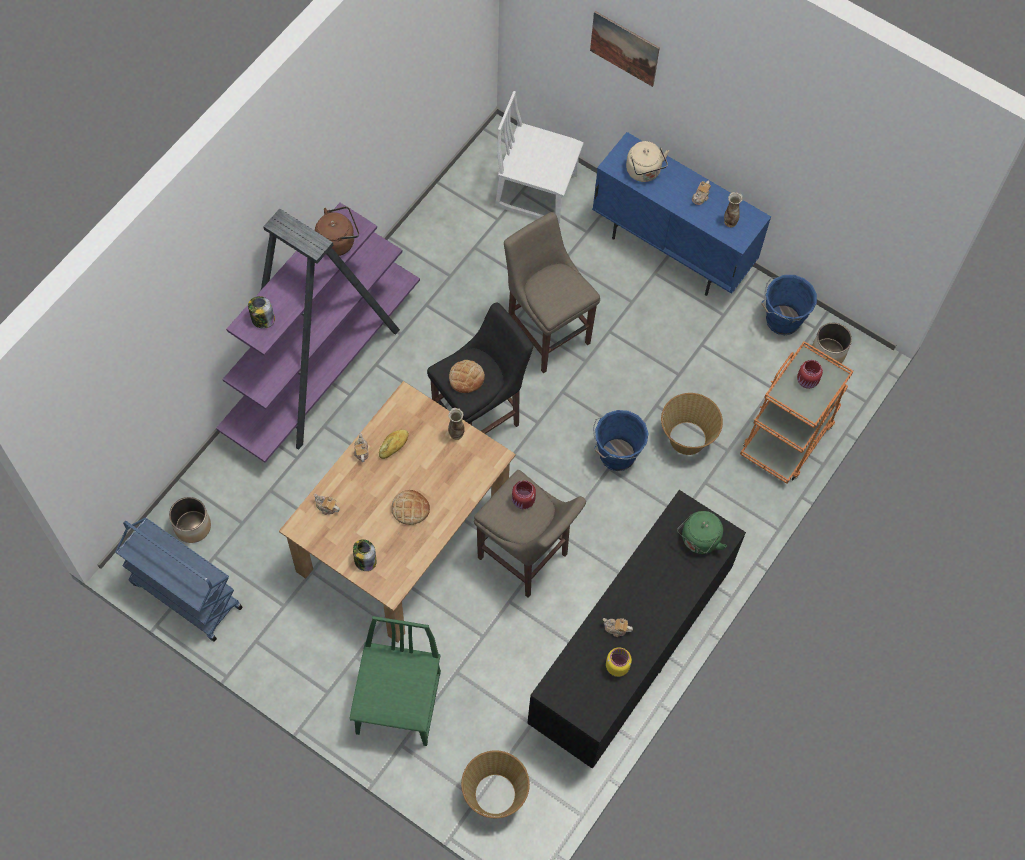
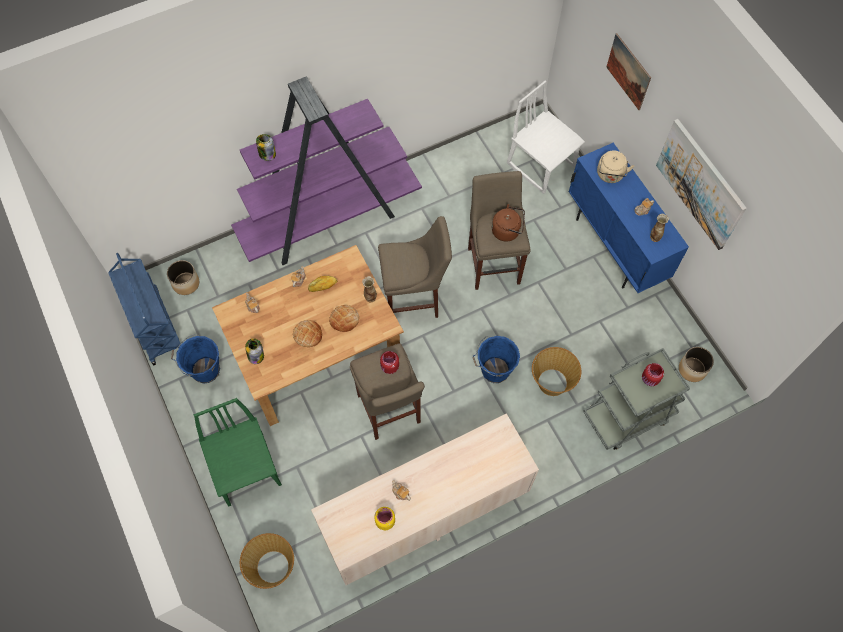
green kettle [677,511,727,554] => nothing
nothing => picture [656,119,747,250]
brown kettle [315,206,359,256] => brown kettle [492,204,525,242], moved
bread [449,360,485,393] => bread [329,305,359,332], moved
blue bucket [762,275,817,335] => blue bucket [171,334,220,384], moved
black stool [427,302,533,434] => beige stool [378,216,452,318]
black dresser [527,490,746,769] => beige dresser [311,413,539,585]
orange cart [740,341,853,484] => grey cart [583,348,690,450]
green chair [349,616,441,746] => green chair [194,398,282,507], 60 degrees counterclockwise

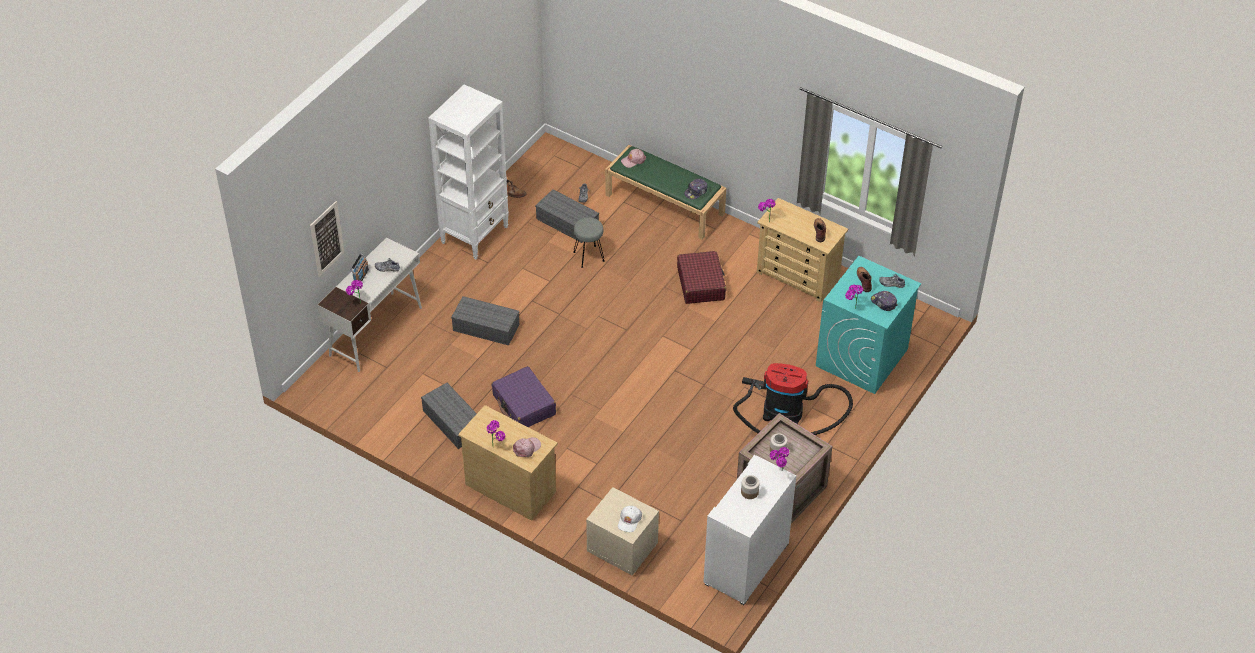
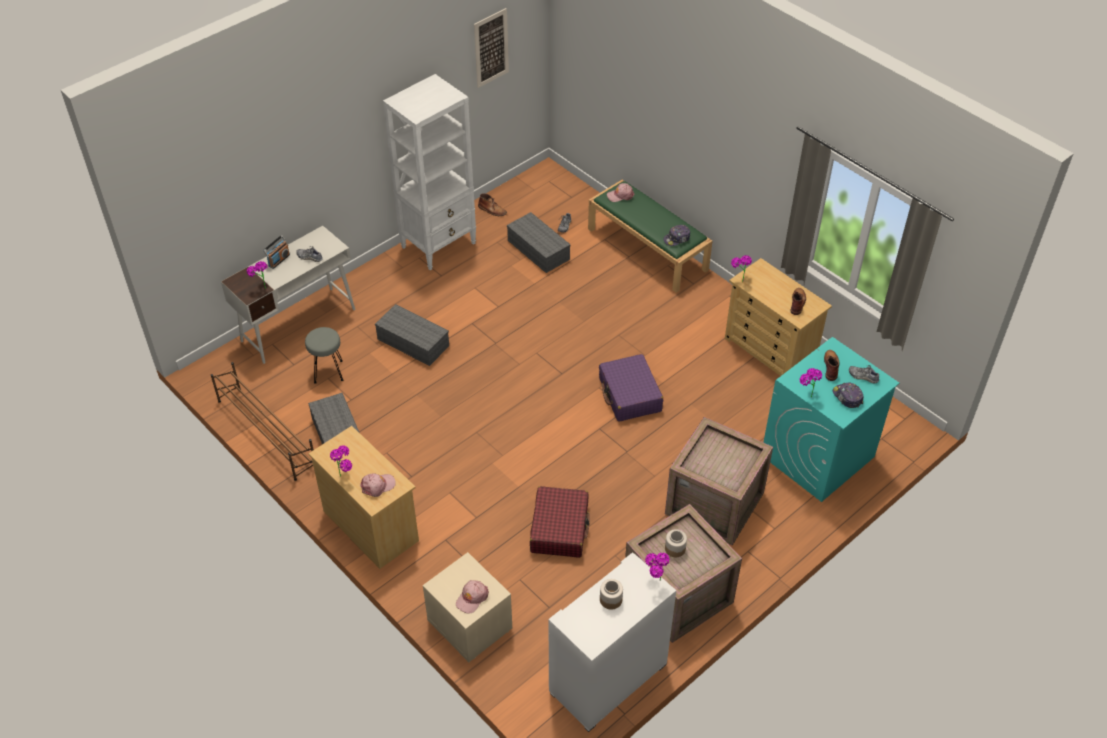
nothing => brown shoe rack [211,362,314,481]
picture [310,201,345,277] => picture [474,8,509,88], moved
purple suitcase [492,366,556,427] => purple suitcase [599,354,663,422], moved
grey stool [573,217,605,268] => grey stool [305,327,343,384], moved
red suitcase [677,251,726,304] => red suitcase [530,486,590,558], moved
vacuum cleaner [733,363,853,435] => crate [665,417,773,546]
white cap [618,506,642,532] => pink cap [456,580,489,613]

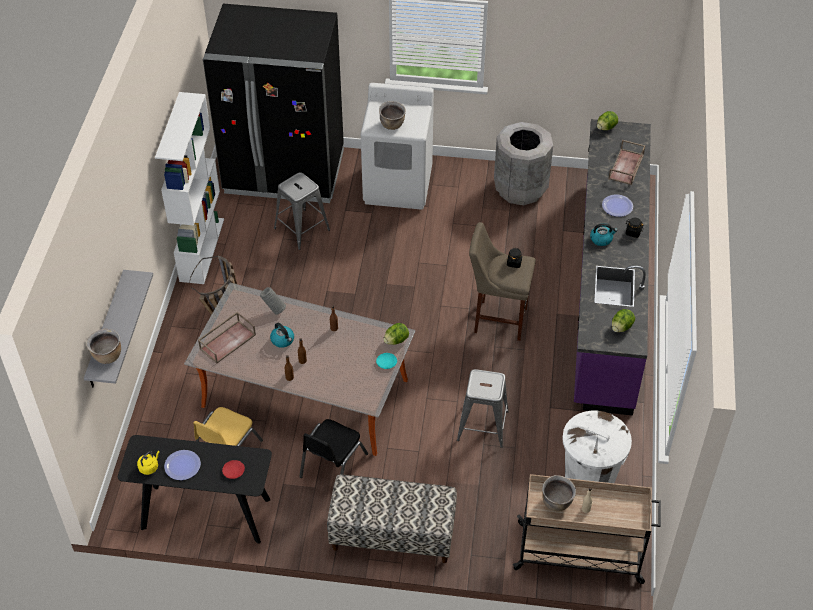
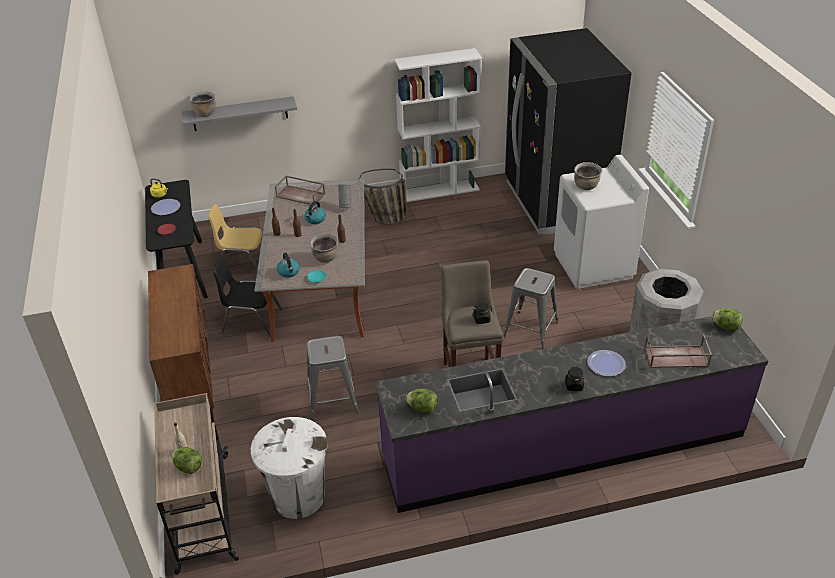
grey stool [274,172,330,250] => grey stool [503,268,558,349], moved
lettuce [383,323,409,345] => lettuce [172,447,202,474], moved
brown cooking pot [542,475,576,512] => brown cooking pot [310,233,339,263], moved
kettle [590,223,618,246] => kettle [277,253,300,277], moved
bench [327,475,457,563] => brown cabinet [148,264,214,418]

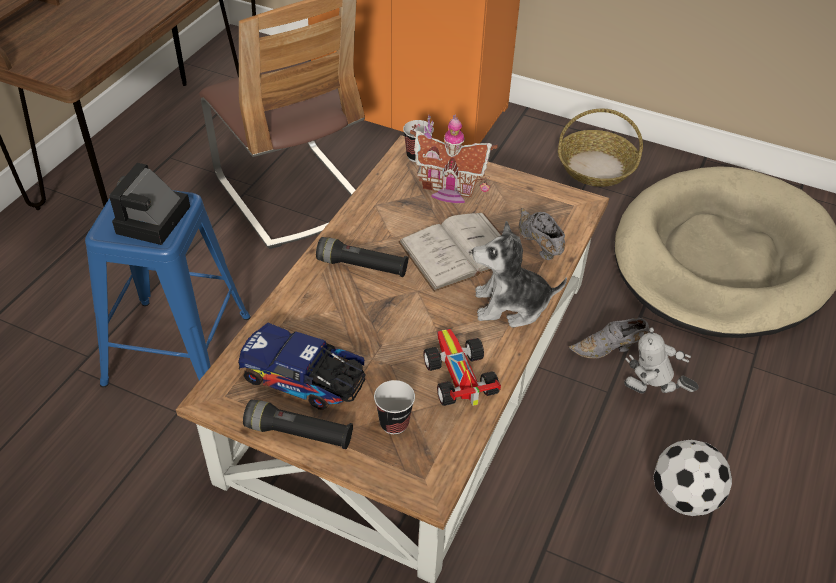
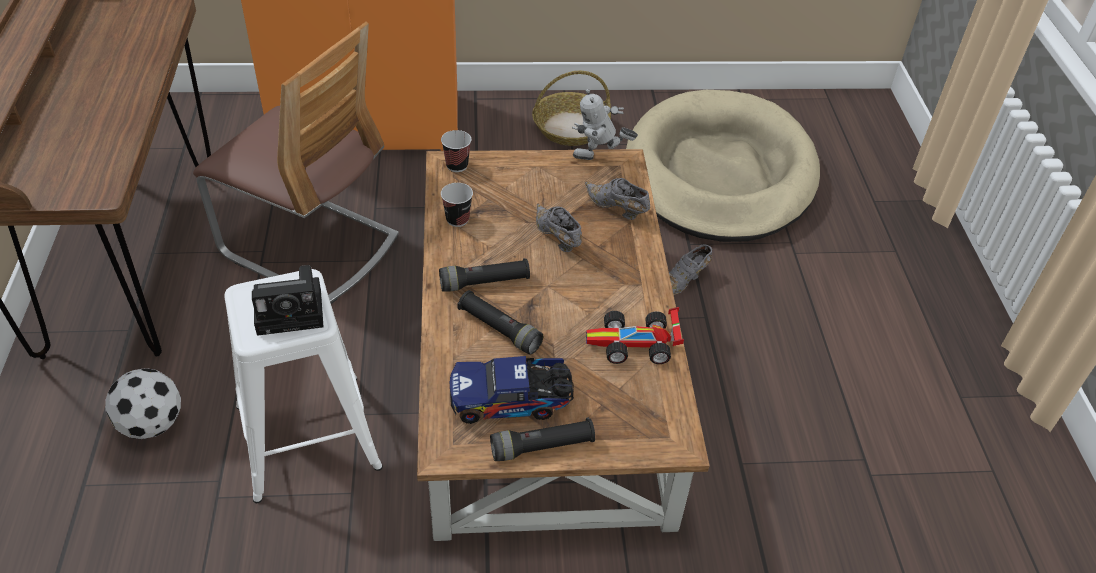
toy house [410,114,498,203] => nothing
plush toy [472,221,567,328] => nothing
nothing => black flashlight [457,290,543,354]
cup [374,380,415,434] => cup [441,183,473,227], moved
toy robot [624,328,699,393] => toy robot [572,89,638,160], moved
football [653,440,732,516] => football [105,368,181,439], moved
white book [398,213,523,292] => grey shoe [536,204,582,252]
blue stool [85,190,251,388] => white stool [224,269,383,503]
photo camera [109,163,190,245] => photo camera [252,265,324,336], 90 degrees counterclockwise
toy car [423,329,501,406] => toy car [586,307,684,364], 45 degrees counterclockwise

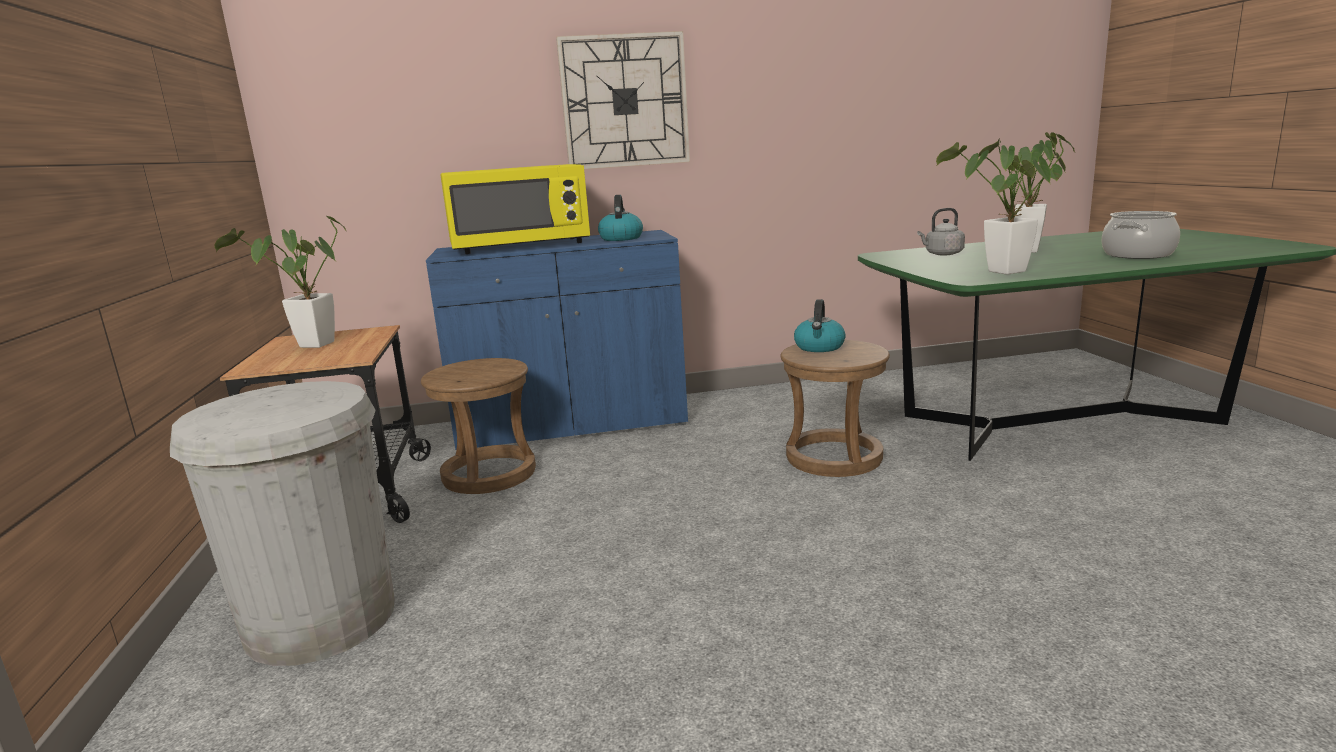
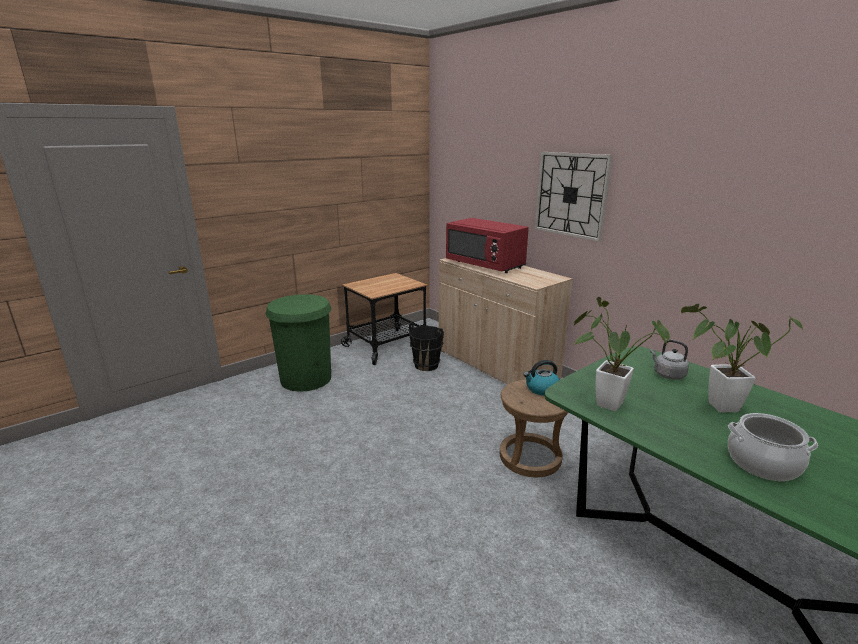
potted plant [214,216,346,348] => nothing
kettle [598,195,643,241] => nothing
brown stool [421,358,536,494] => black bucket [409,321,444,371]
white trash can [170,381,395,666] => green trash can [265,294,331,392]
blue cabinet [426,230,688,450] => beige cabinet [439,258,573,385]
yellow microwave [440,164,590,254] => red microwave [446,218,529,273]

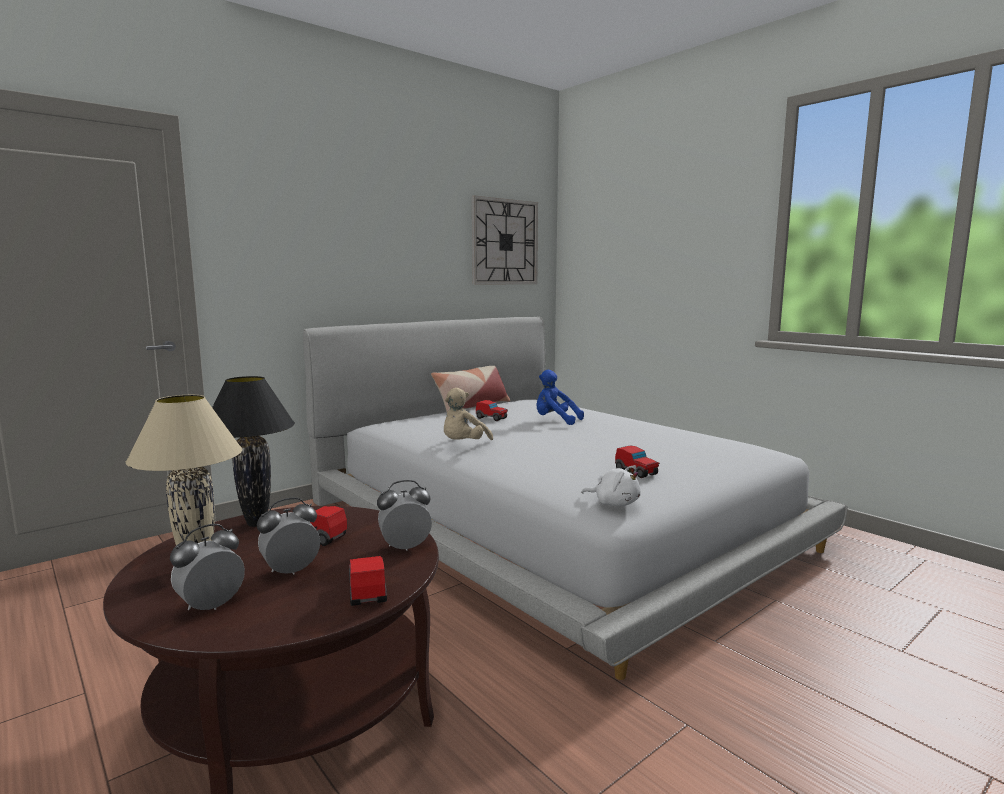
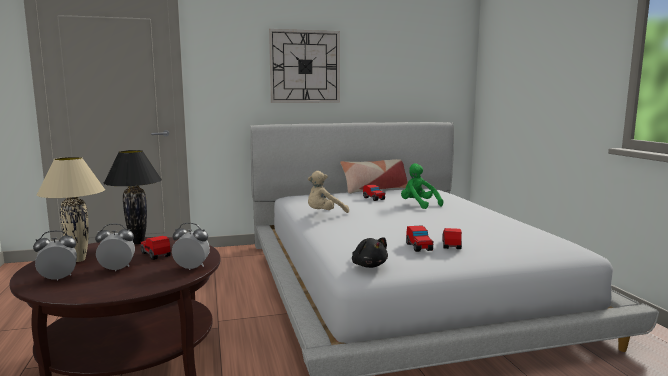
toy car [349,556,387,606] => toy car [442,228,462,249], moved
wall clock [472,196,538,285] => wall clock [269,29,340,103], moved
blue plush toy [536,370,584,425] => green plush toy [401,163,443,209]
white plush toy [582,465,641,506] => black plush toy [352,237,388,268]

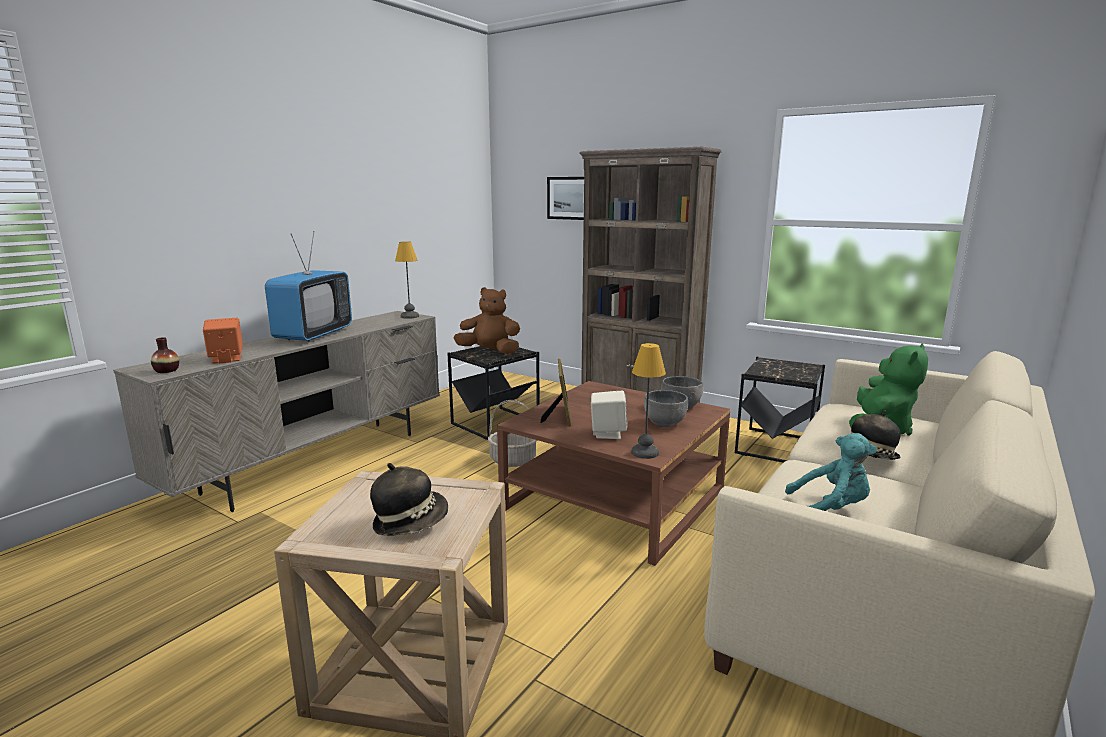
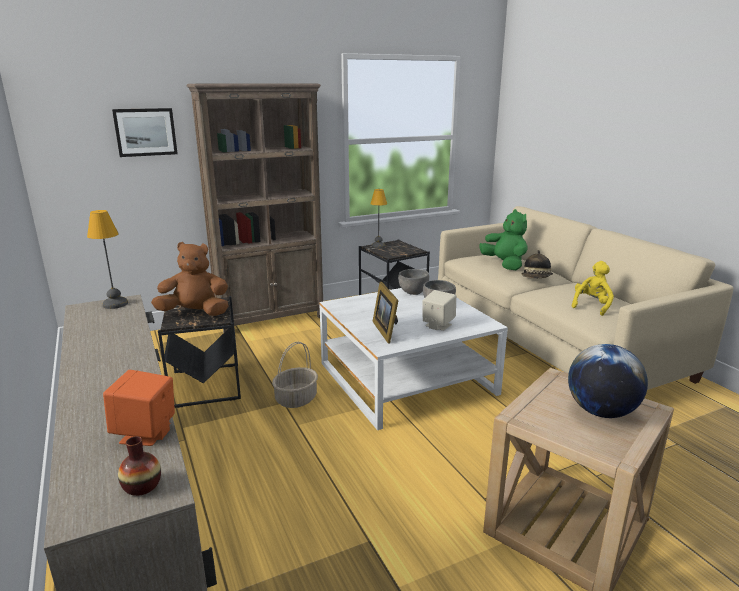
television [265,231,352,342] => nothing
table lamp [631,343,666,459] => table lamp [371,189,387,248], moved
hat [370,463,448,536] => globe [568,344,648,418]
brown coffee table [497,381,731,566] => white coffee table [319,288,508,430]
turquoise plush toy [785,433,877,511] => yellow plush toy [572,261,614,316]
brown plush toy [454,287,520,354] => brown plush toy [151,242,229,316], 45 degrees clockwise
picture frame [540,359,571,427] => picture frame [372,282,399,344], 135 degrees counterclockwise

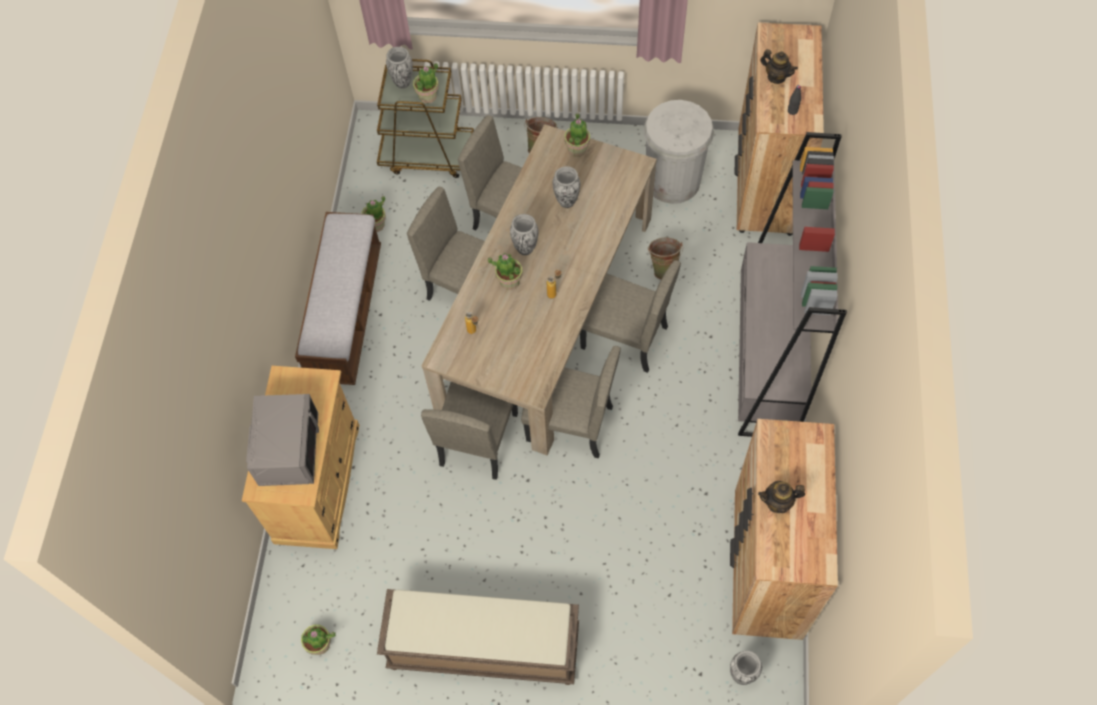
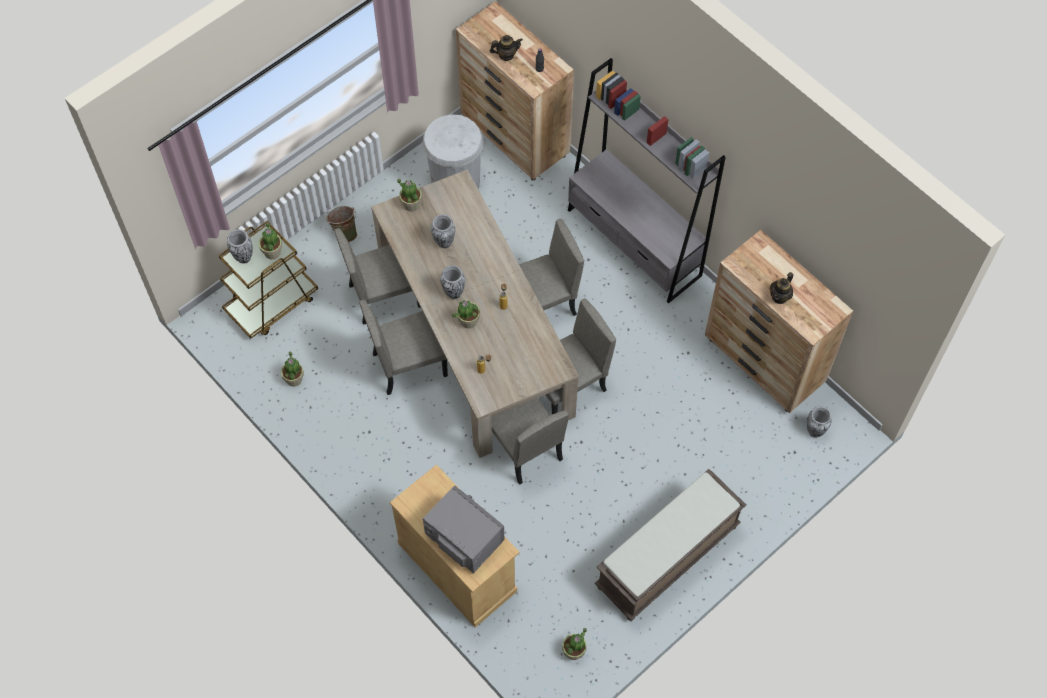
bench [295,212,381,385] => nothing
green bucket [648,237,683,280] => nothing

